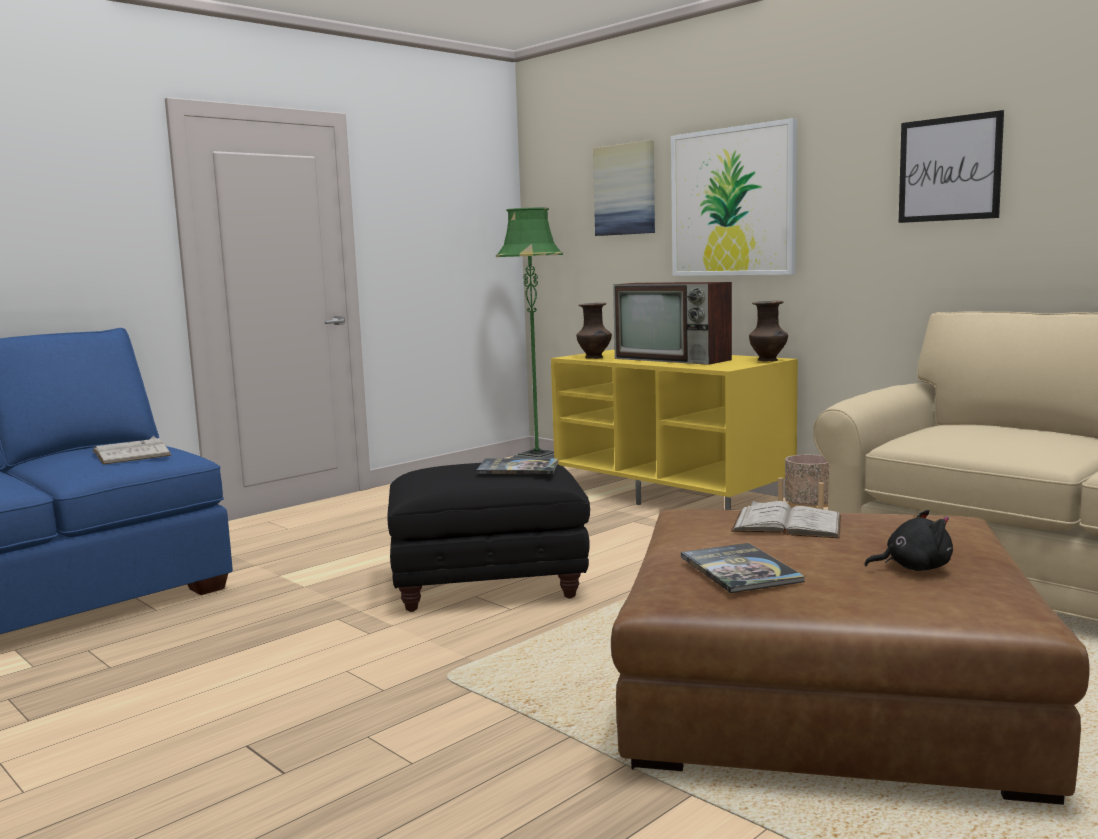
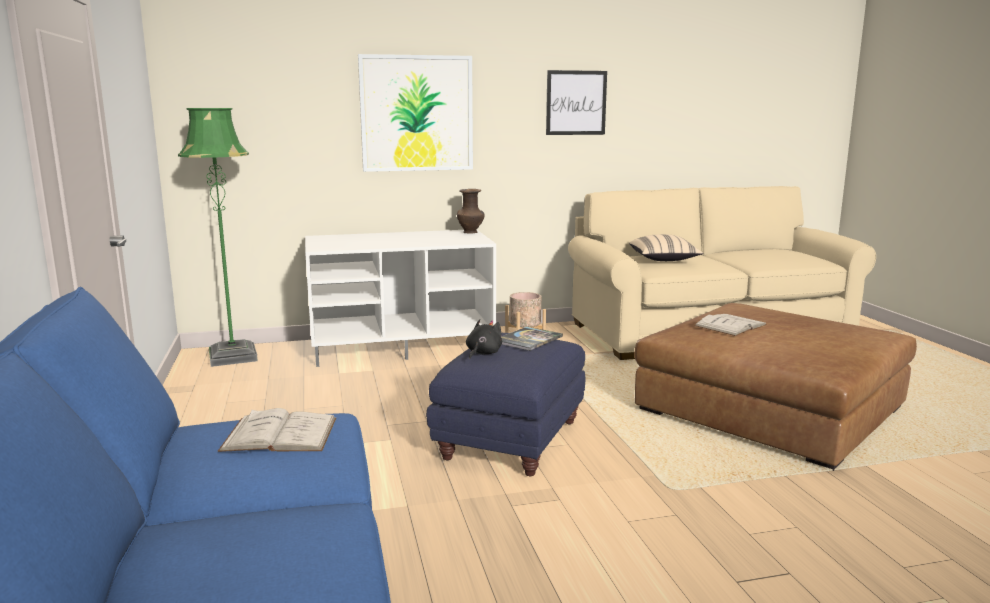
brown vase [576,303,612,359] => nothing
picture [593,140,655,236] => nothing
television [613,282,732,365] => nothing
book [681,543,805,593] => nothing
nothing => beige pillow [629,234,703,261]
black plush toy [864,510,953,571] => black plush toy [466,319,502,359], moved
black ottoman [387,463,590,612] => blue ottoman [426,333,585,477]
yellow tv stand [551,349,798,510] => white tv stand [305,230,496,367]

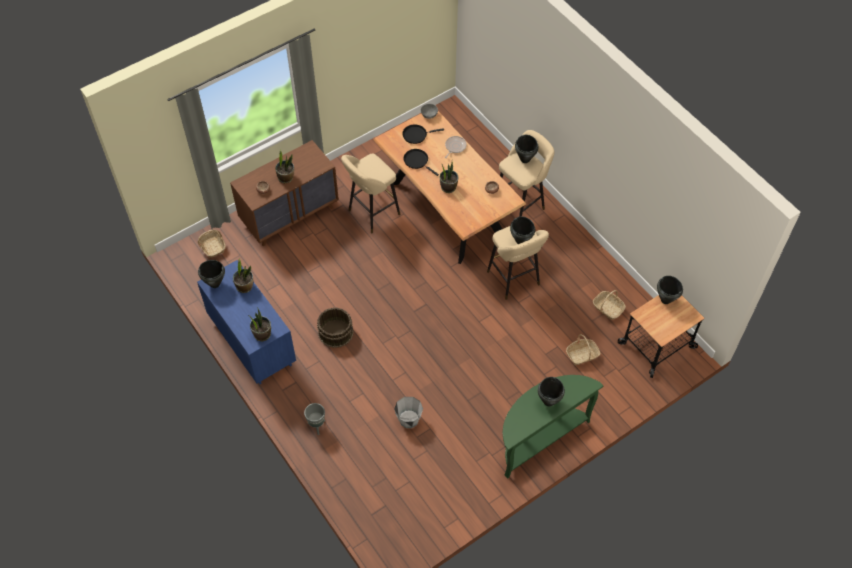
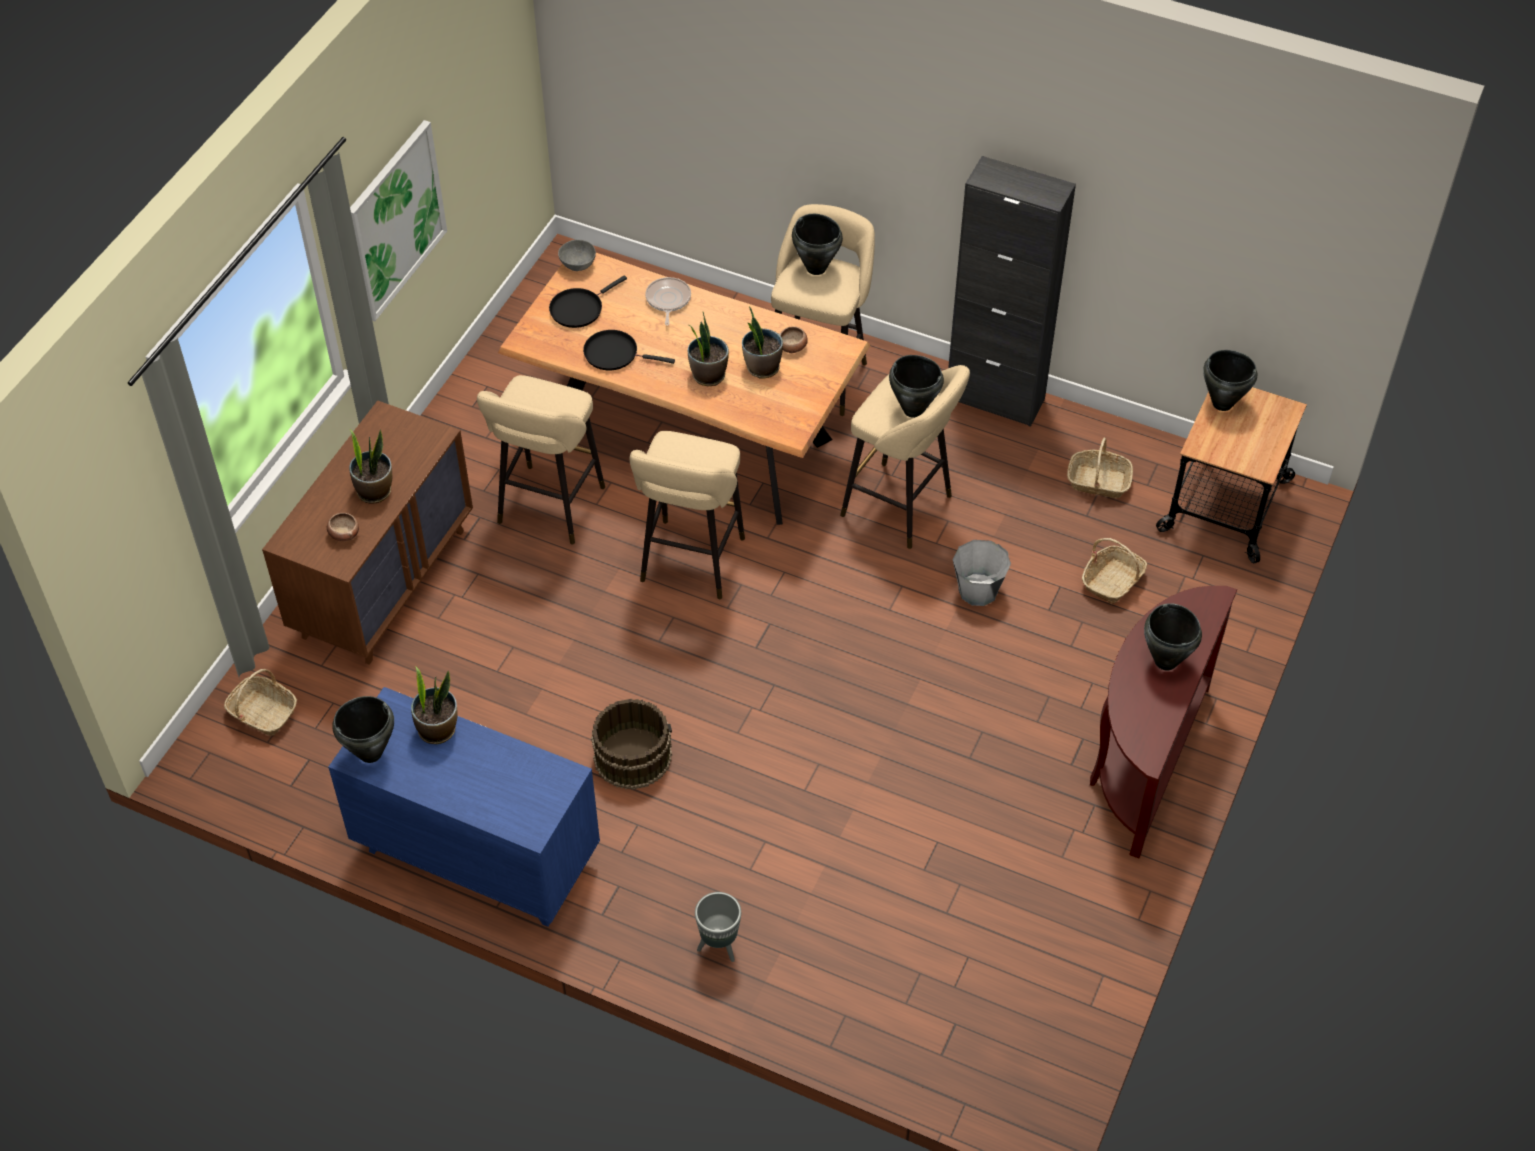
nothing => picture [350,120,447,321]
nothing => beige stool [630,431,745,599]
nothing => black cabinet [948,156,1076,427]
potted plant [248,307,271,341] => potted plant [742,306,783,378], moved
grey bucket [394,397,423,428] => grey bucket [953,540,1011,606], moved
green console table [503,375,603,479] => brown console table [1090,586,1237,858]

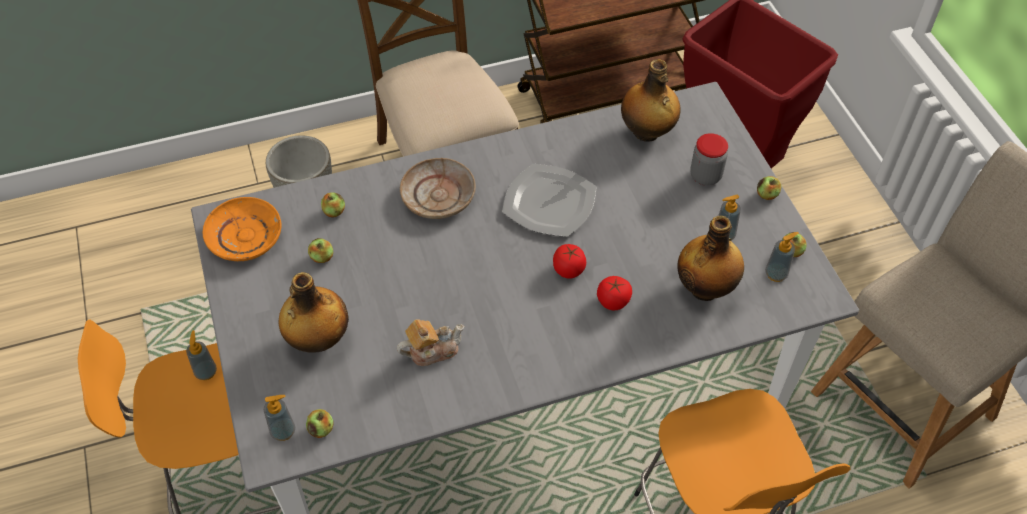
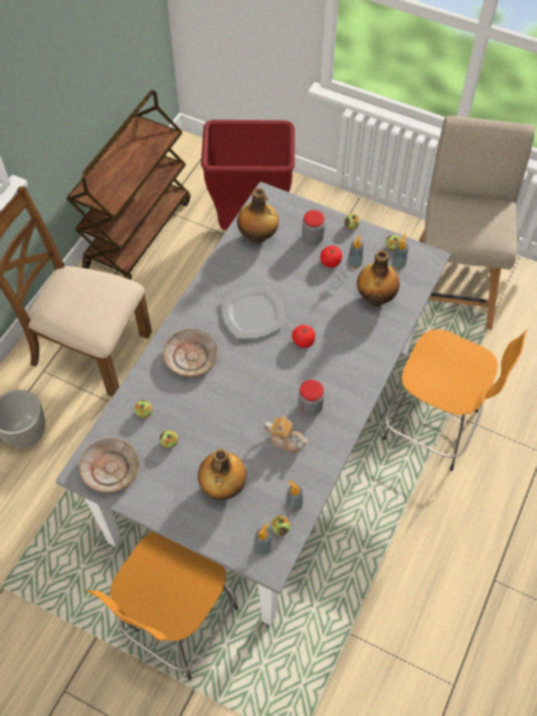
nothing => jar [298,380,324,416]
soap dispenser [186,330,217,380] => soap dispenser [286,480,303,512], moved
tomato [597,276,632,310] => tomato [320,245,342,268], moved
orange plate [203,197,281,261] => beige plate [79,438,139,493]
teapot [397,319,464,366] => teapot [264,417,308,453], 90 degrees clockwise

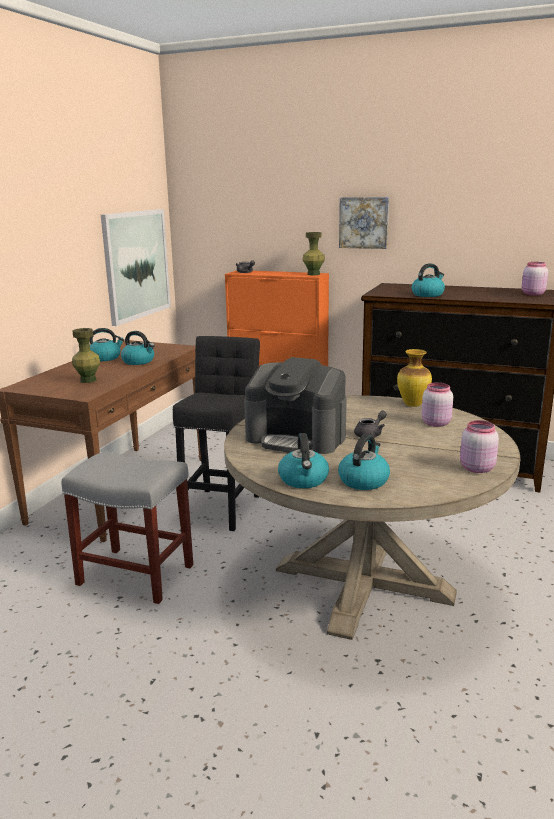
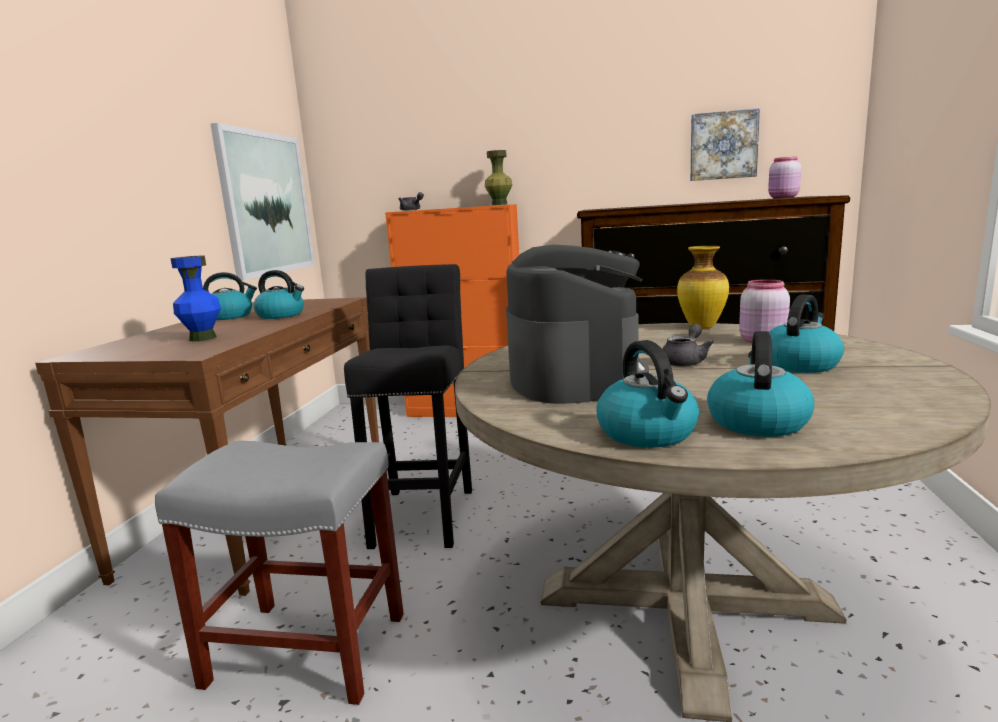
pink jar [460,420,499,473] => nothing
picture [339,197,389,249] => picture [690,108,760,181], moved
kettle [412,263,445,297] => kettle [769,294,844,373], moved
green vase [72,328,100,383] => blue vase [170,255,221,342]
coffee machine [244,357,347,454] => coffee machine [506,244,649,404], 105 degrees counterclockwise

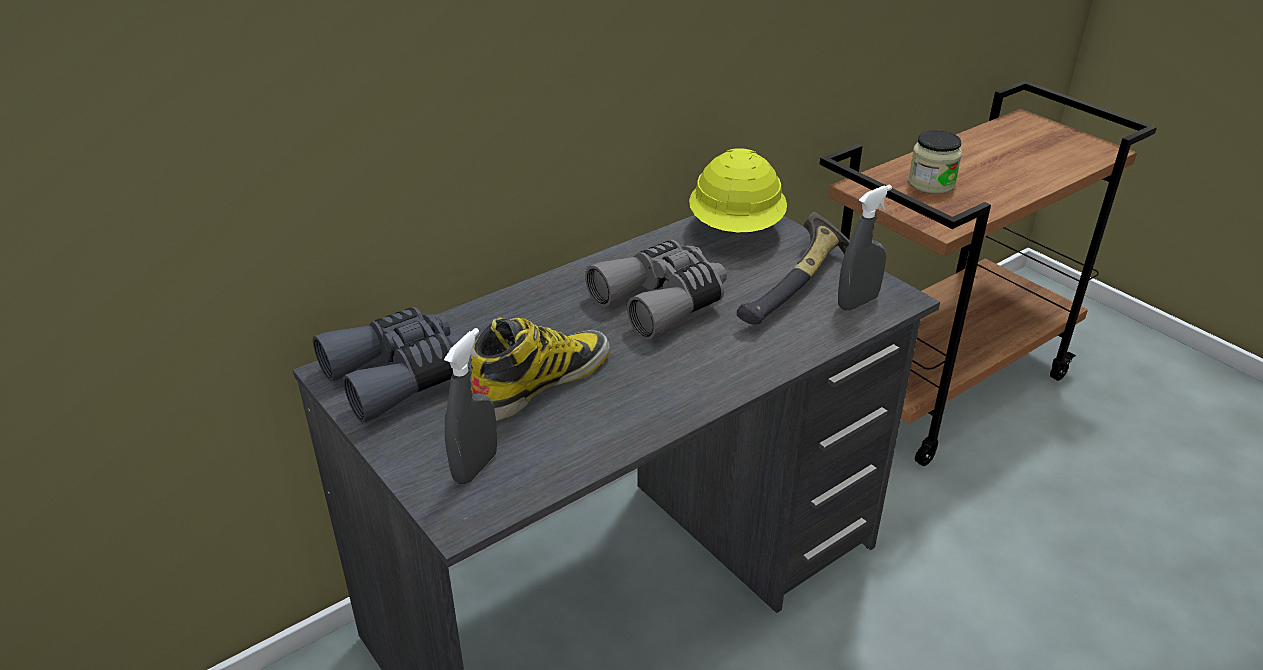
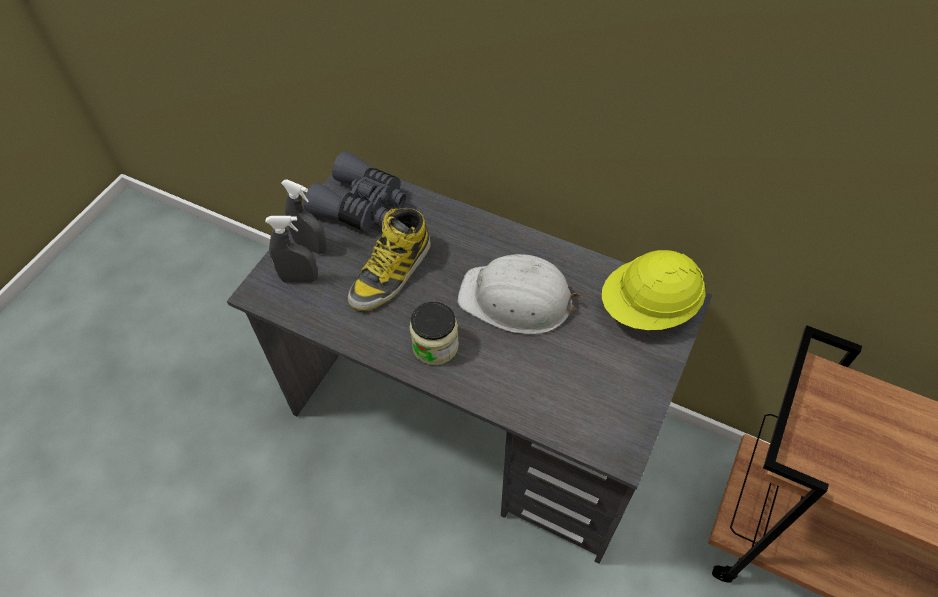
hammer [737,212,850,325] => nothing
grey spray bottle [838,184,892,310] => grey spray bottle [281,180,327,254], moved
jar [908,130,962,194] => jar [409,302,459,365], moved
grey binoculars [585,240,727,340] => white hard hat [458,254,582,334]
boot [471,317,610,421] => boot [348,208,431,311], 105 degrees clockwise

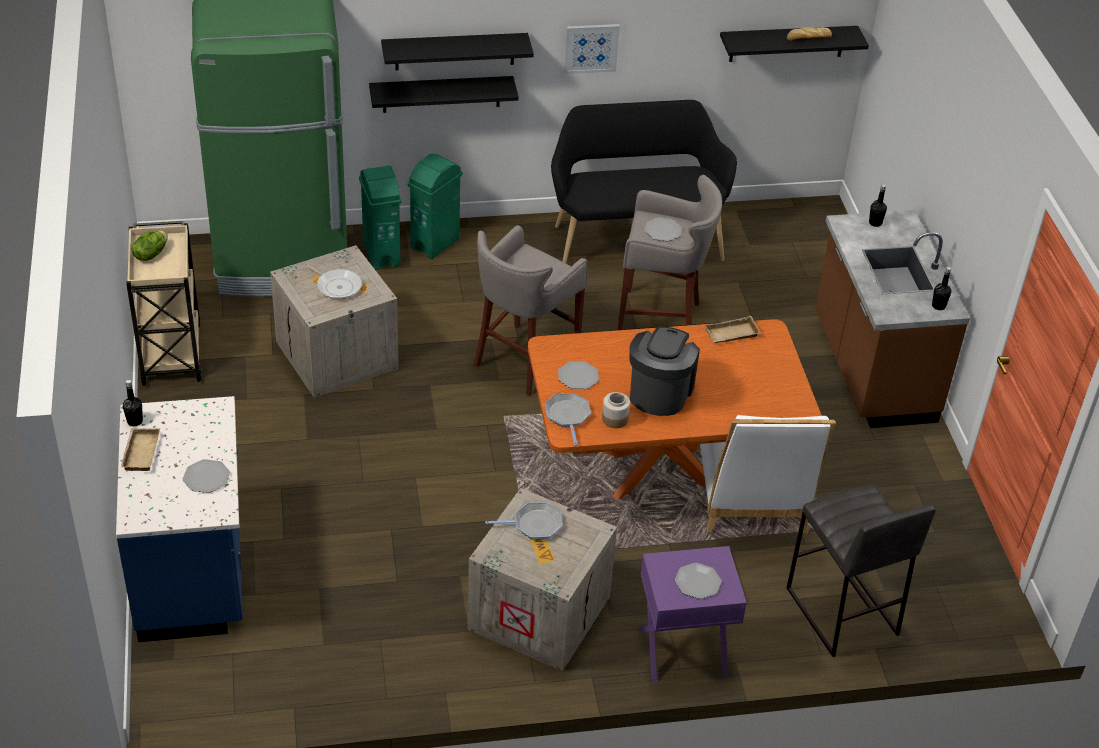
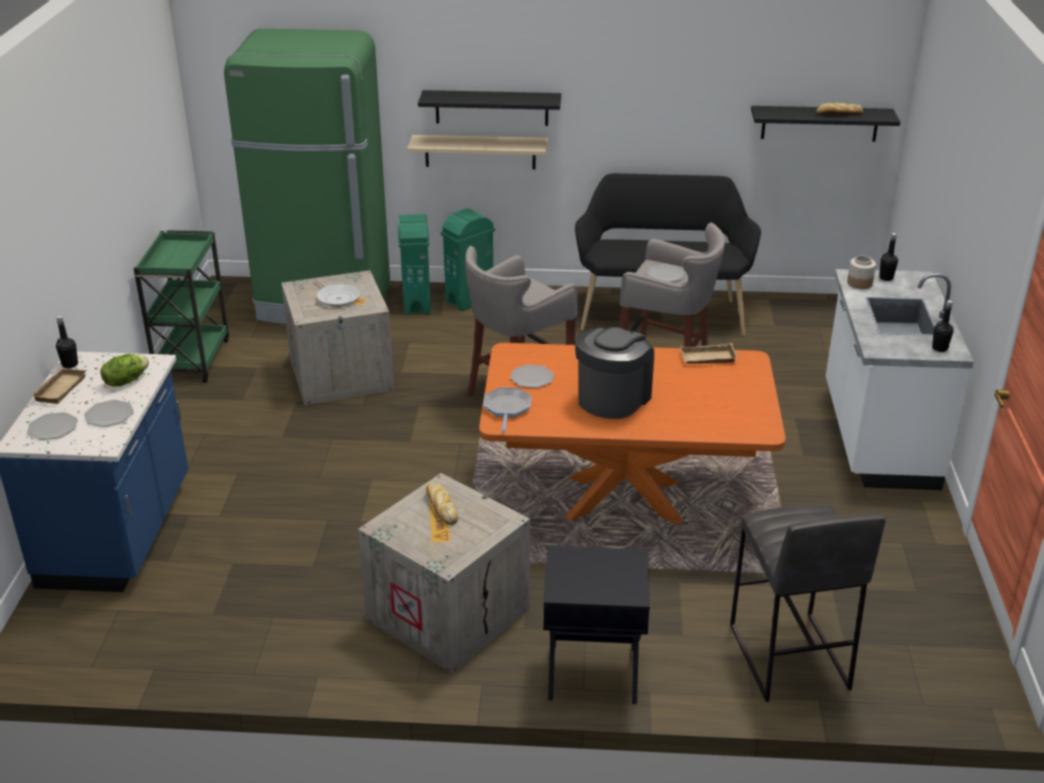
picture [564,24,620,74] => nothing
white chair [696,415,836,534] => nothing
lettuce [132,231,168,261] => lettuce [100,354,149,387], moved
jar [602,392,630,428] => jar [847,256,876,289], moved
plate [675,563,722,599] => plate [27,412,78,440], moved
frying pan [485,502,563,539] => bread [426,483,458,525]
beige cart [126,221,201,386] => green cart [134,230,229,383]
black shelf [369,76,519,113] => beige shelf [407,135,548,169]
purple nightstand [639,546,747,684] => black nightstand [543,546,650,704]
brown counter [815,210,970,428] => white counter [826,269,974,490]

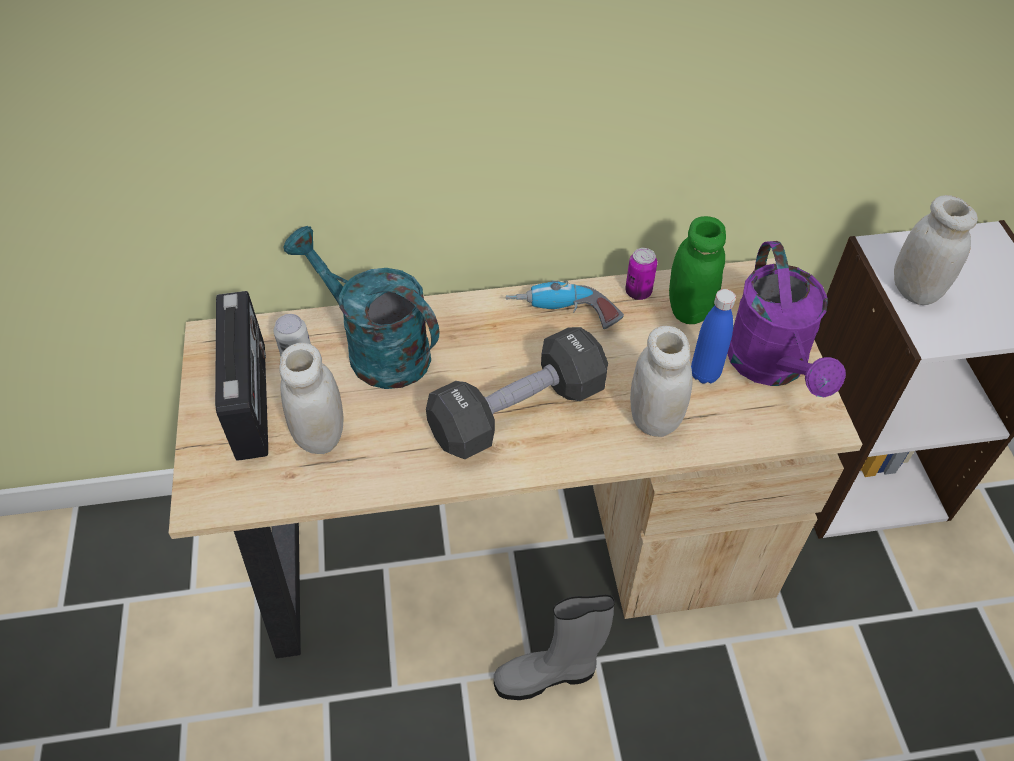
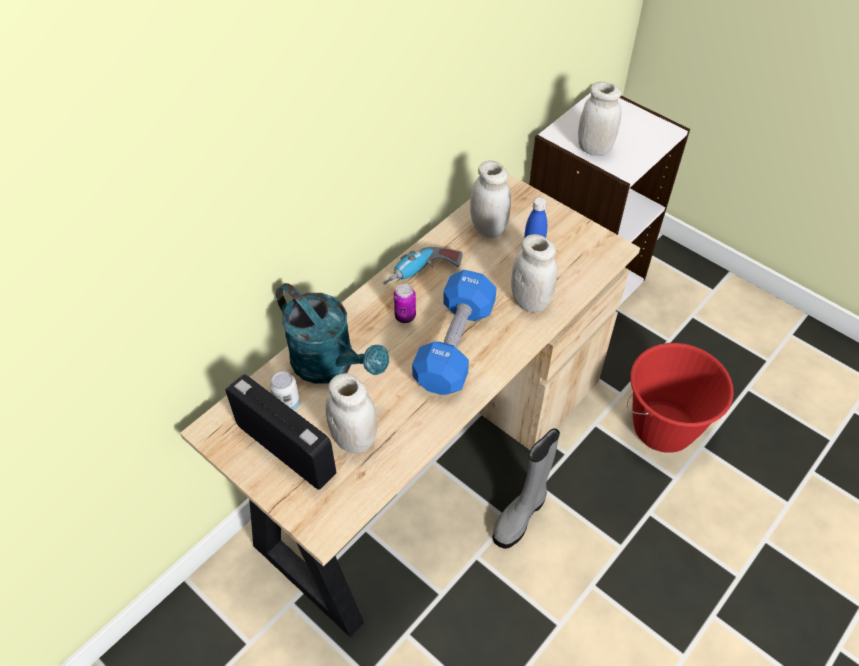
purple watering can [727,241,846,397] => nothing
nothing => red bucket [626,343,734,453]
can [625,248,657,300] => can [394,284,416,323], moved
black dumbbell [426,327,608,459] => blue dumbbell [412,270,496,395]
green jar [669,216,726,324] => white jar [470,161,511,238]
turquoise watering can [284,226,439,389] => turquoise watering can [276,283,389,384], 135 degrees counterclockwise

